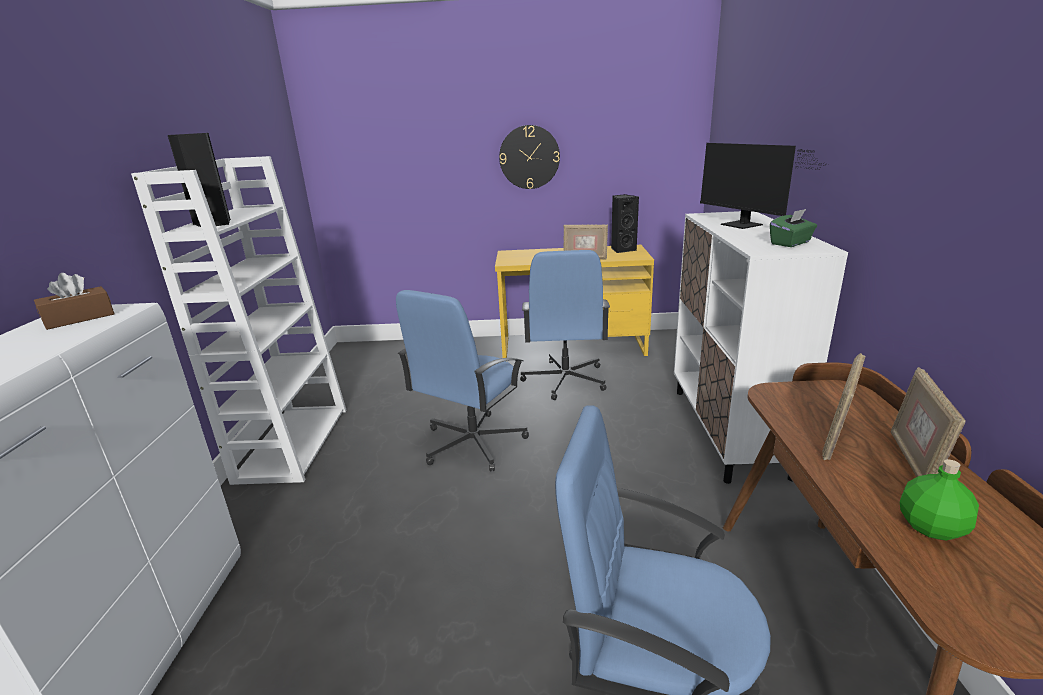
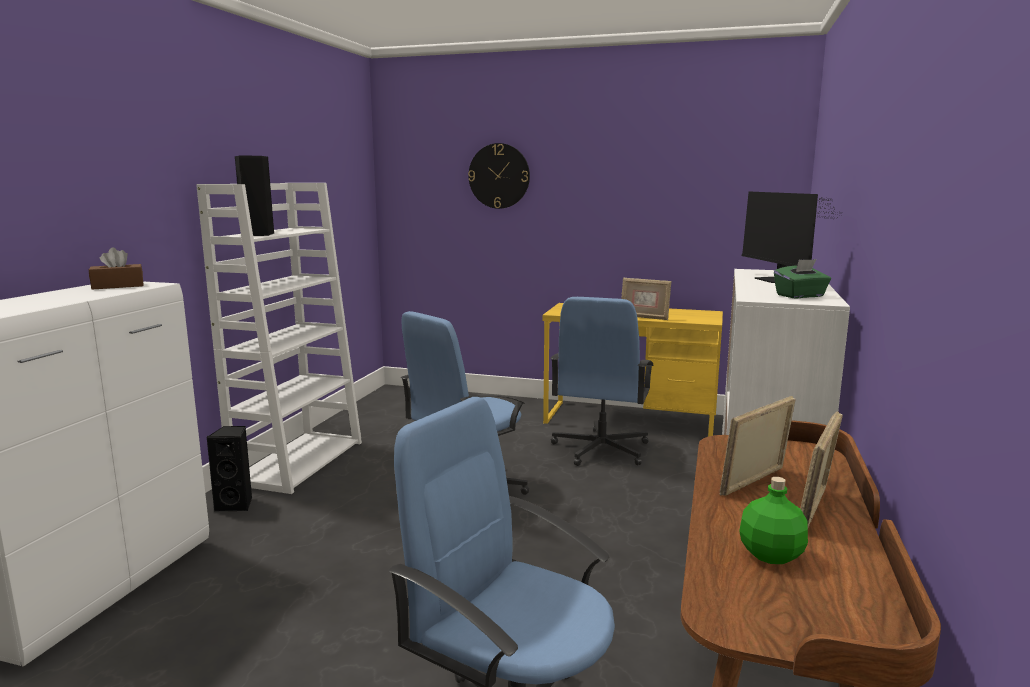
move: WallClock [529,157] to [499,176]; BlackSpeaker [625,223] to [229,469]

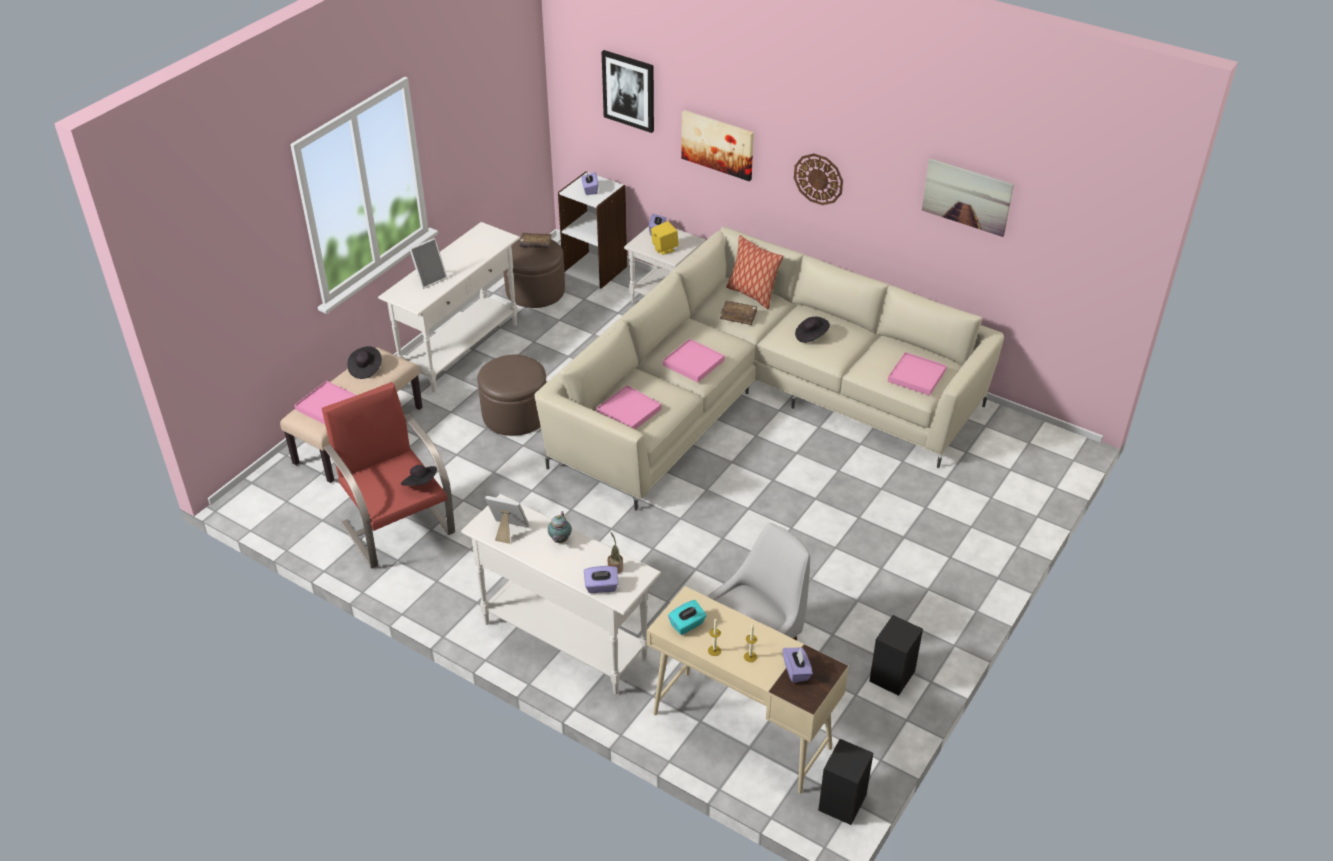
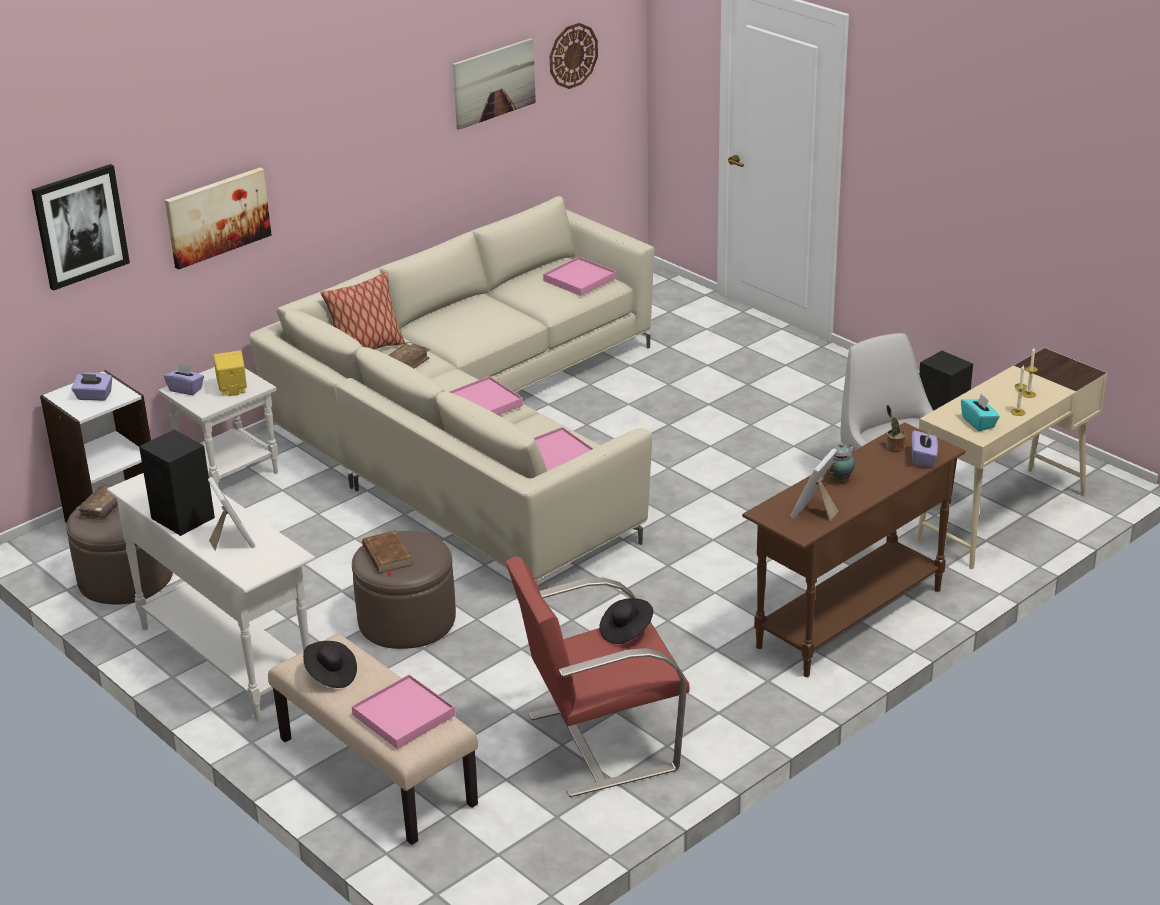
delete: PurpleTissueBox [798,665]; BlackHat [812,330]
insert: BrownBook [387,554]
move: WallClock [818,179] to [574,56]; BlackSpeaker [845,782] to [177,483]
recolor: WhiteConsoleTable [561,594] to BrownConsoleTable [854,549]
rotate: Teapot [560,527] = [841,462] 75 degrees counterclockwise

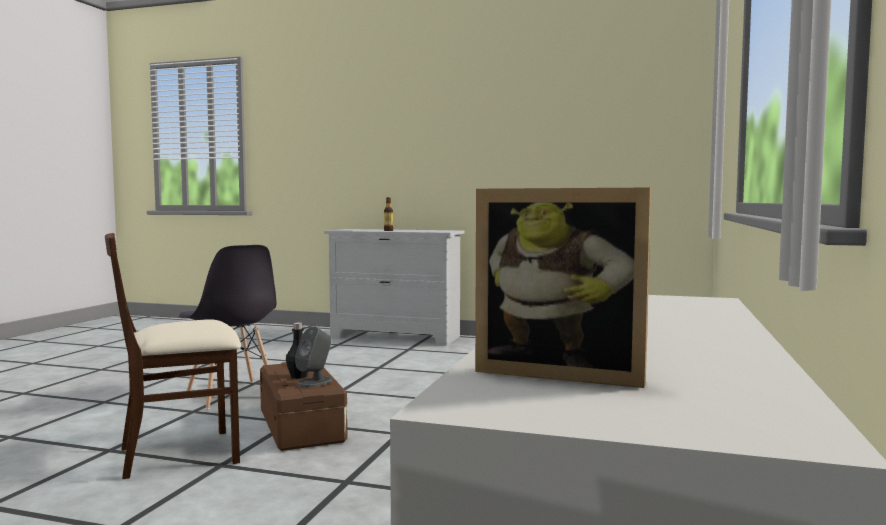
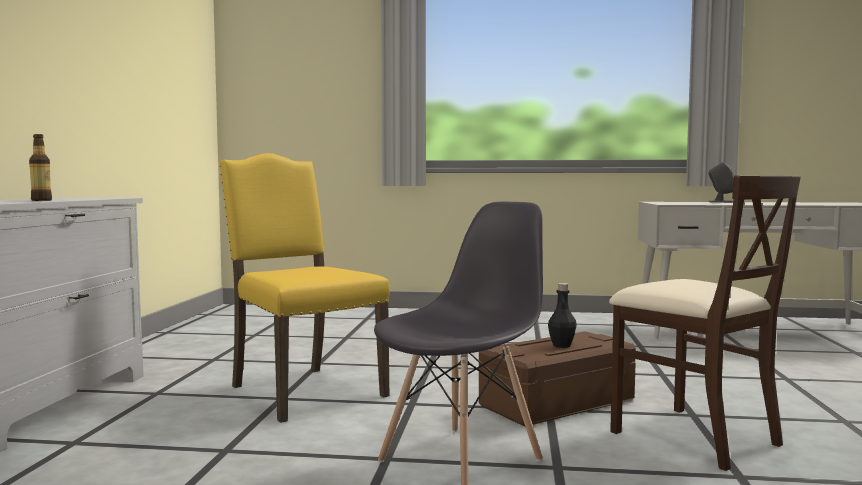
delete: PictureFrame [563,288]
insert: YellowChair [305,288]
move: GreySpeaker [314,356] to [721,182]

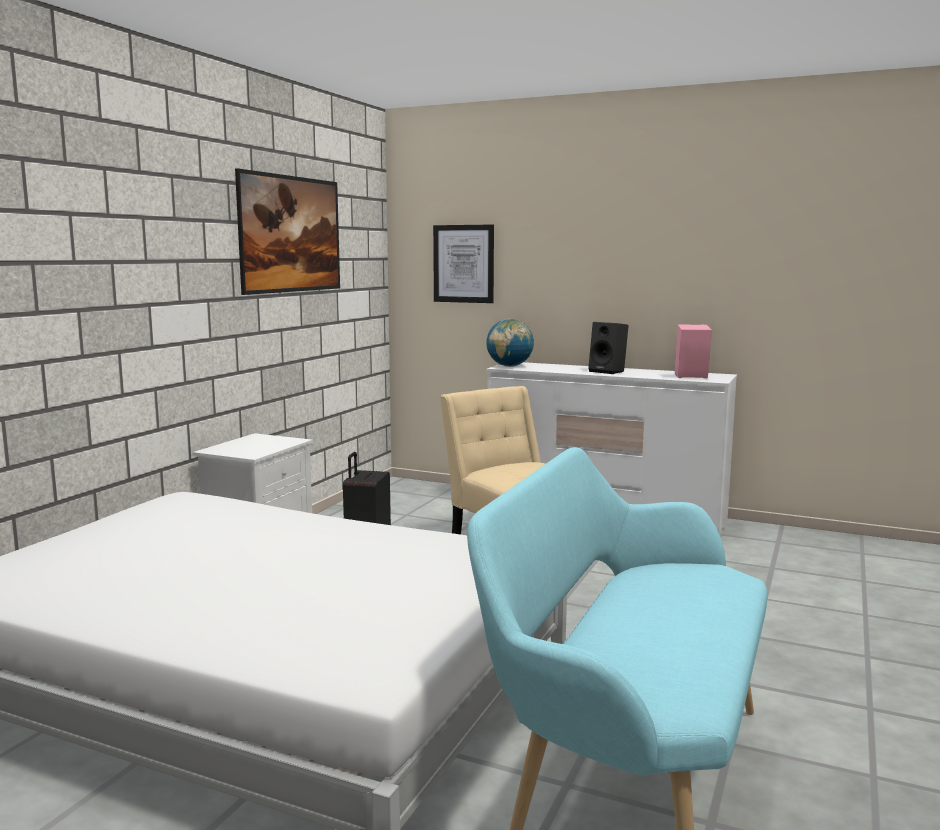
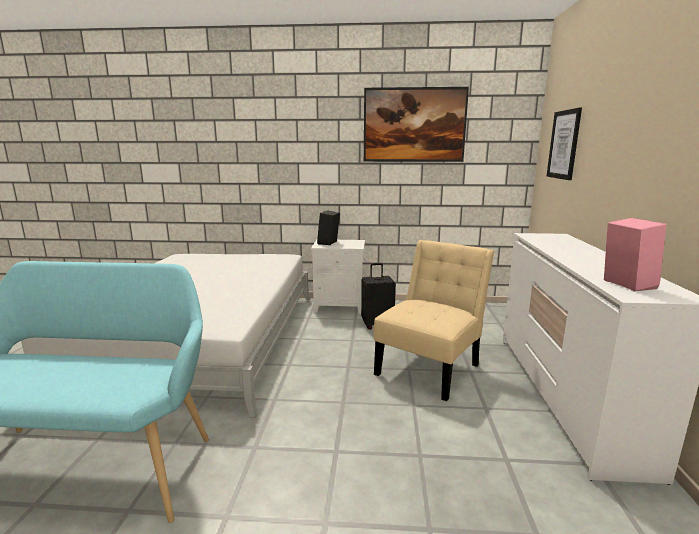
delete: Globe [510,343]
move: BlackSpeaker [608,348] to [328,227]

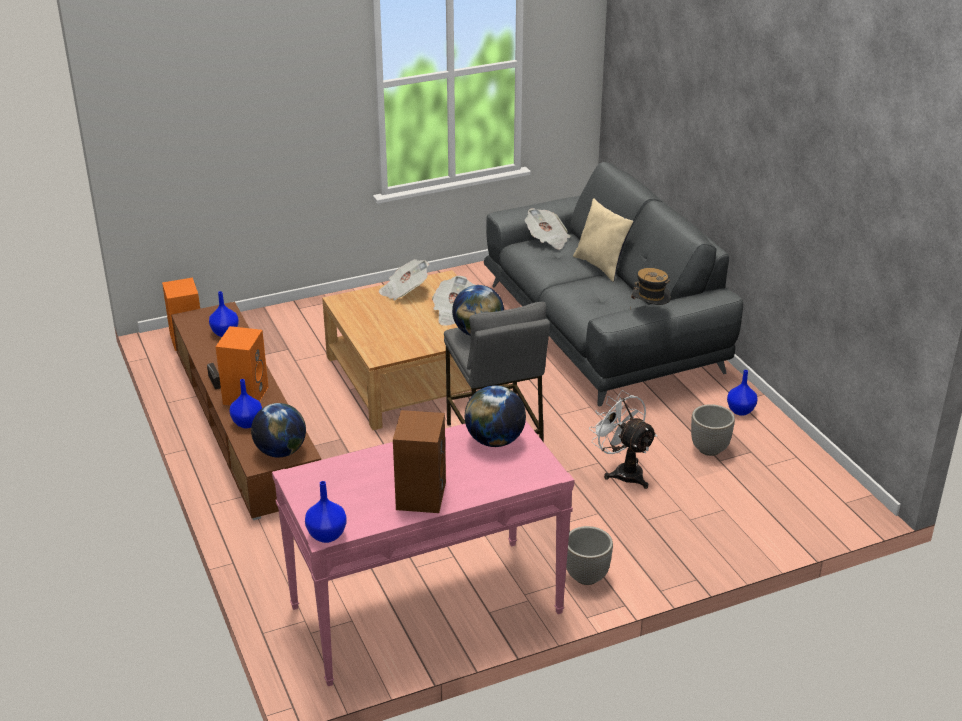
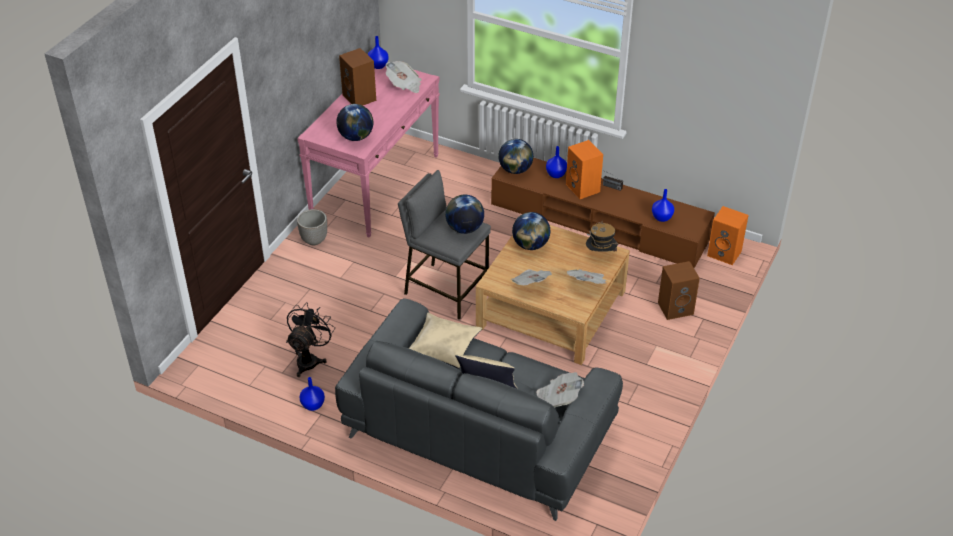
delete: WhiteFan [623,439]
insert: Newspaper [404,77]; BeigePillow [445,340]; Globe [531,231]; BrownSpeaker [679,290]
move: Hat [650,289] to [602,236]
replace: Planter [713,430] to BlackFan [310,339]

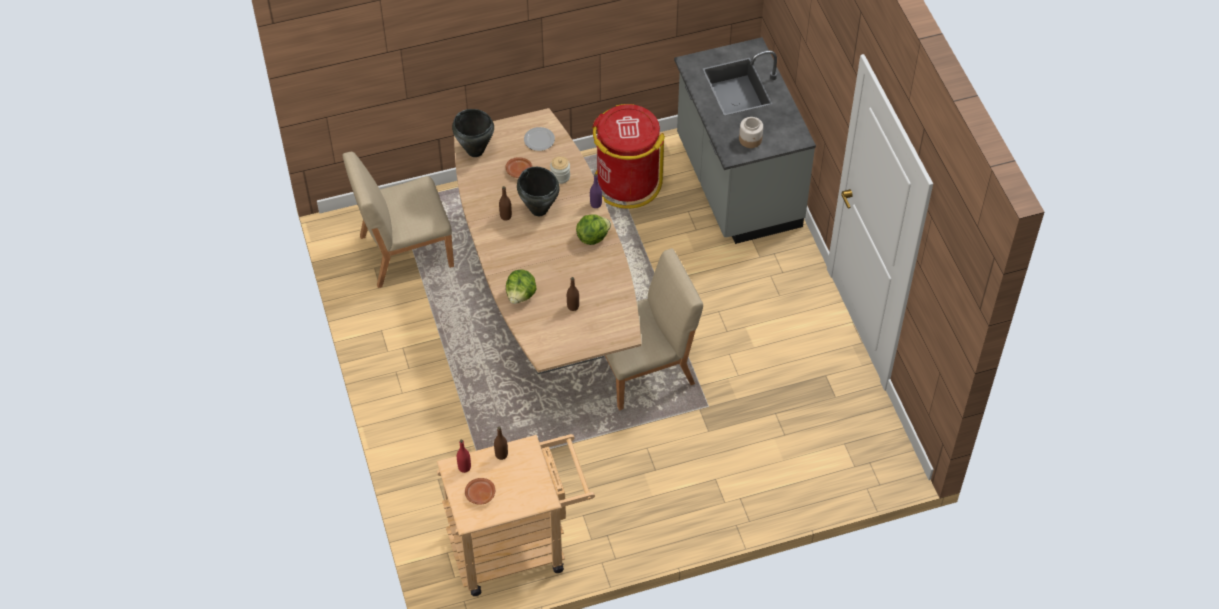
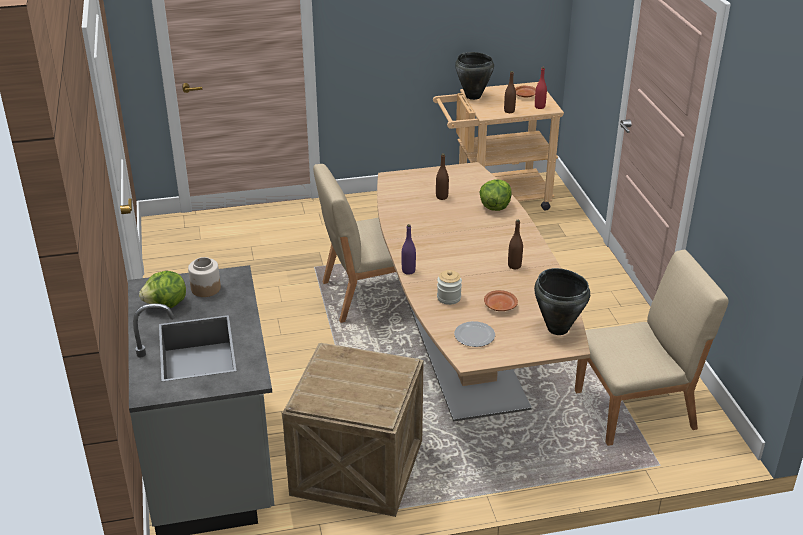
move: BlackCookingPot [538,191] to [474,76]; Lettuce [593,229] to [162,289]
replace: RedTrashCan [628,156] to Crate [353,430]

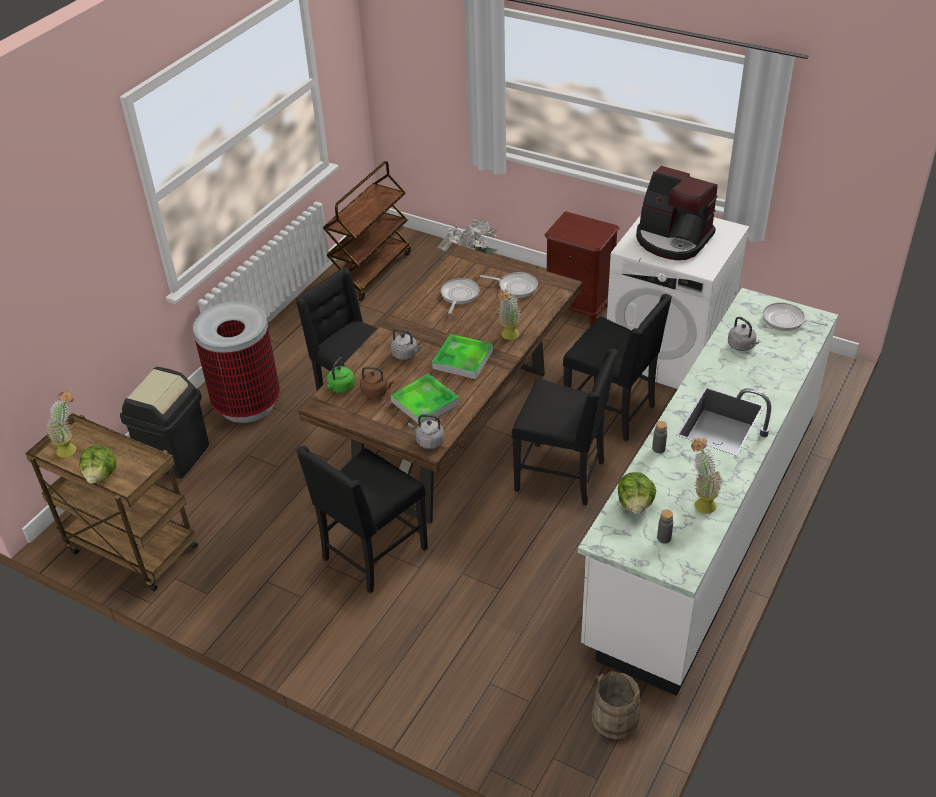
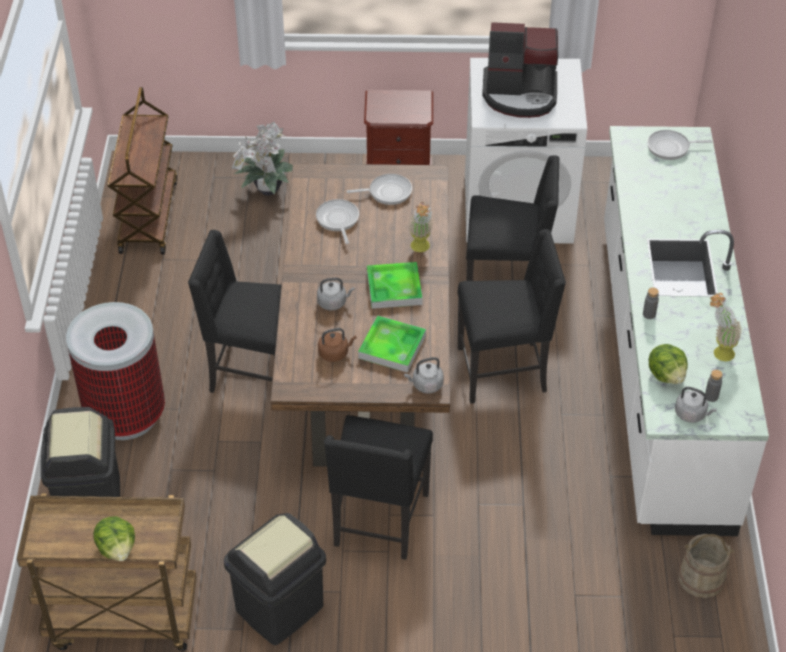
delete: PottedPlant [61,424]; GreenKettle [340,375]
insert: BlackTrashCan [275,579]
move: GreyKettle [743,334] to [696,405]

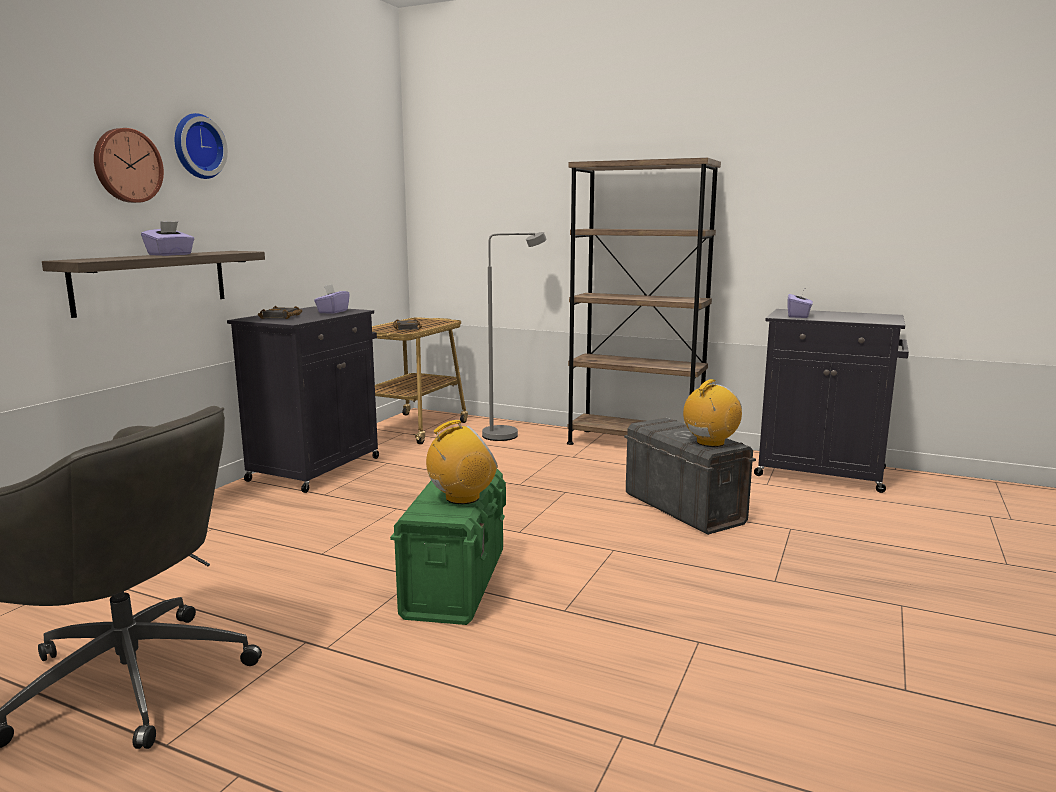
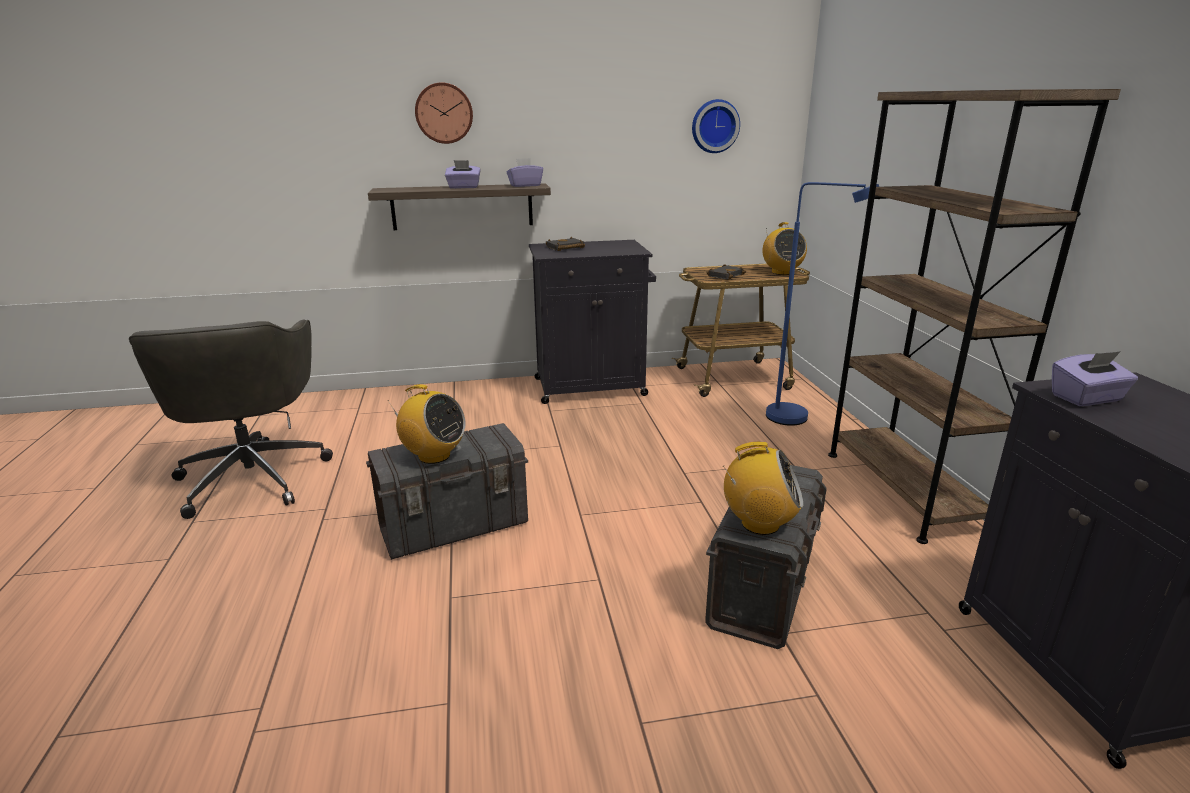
insert: Radio [784,248]
move: WallClock [201,146] to [716,126]; PurpleTissueBox [332,299] to [525,172]
recolor: GreenStorageBox [448,547] to GreyStorageBox [447,491]; GreyFloorLamp [514,336] to BlueFloorLamp [822,304]

